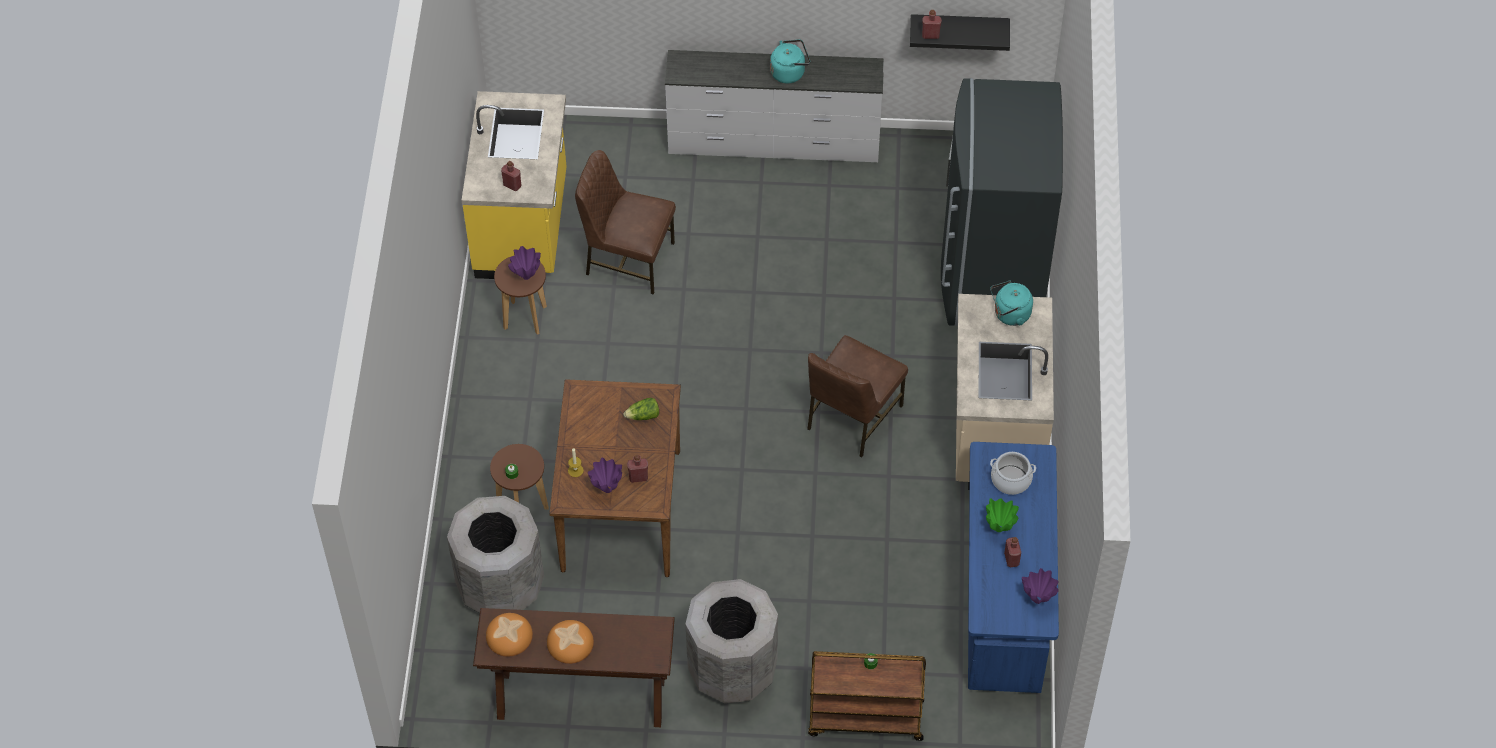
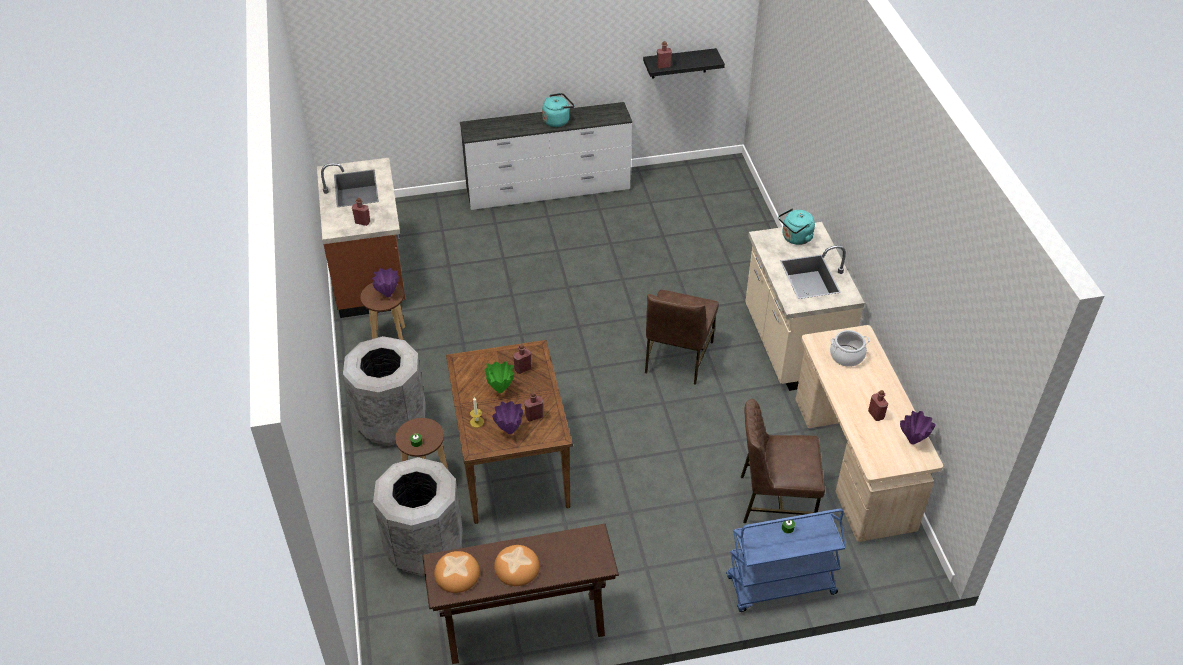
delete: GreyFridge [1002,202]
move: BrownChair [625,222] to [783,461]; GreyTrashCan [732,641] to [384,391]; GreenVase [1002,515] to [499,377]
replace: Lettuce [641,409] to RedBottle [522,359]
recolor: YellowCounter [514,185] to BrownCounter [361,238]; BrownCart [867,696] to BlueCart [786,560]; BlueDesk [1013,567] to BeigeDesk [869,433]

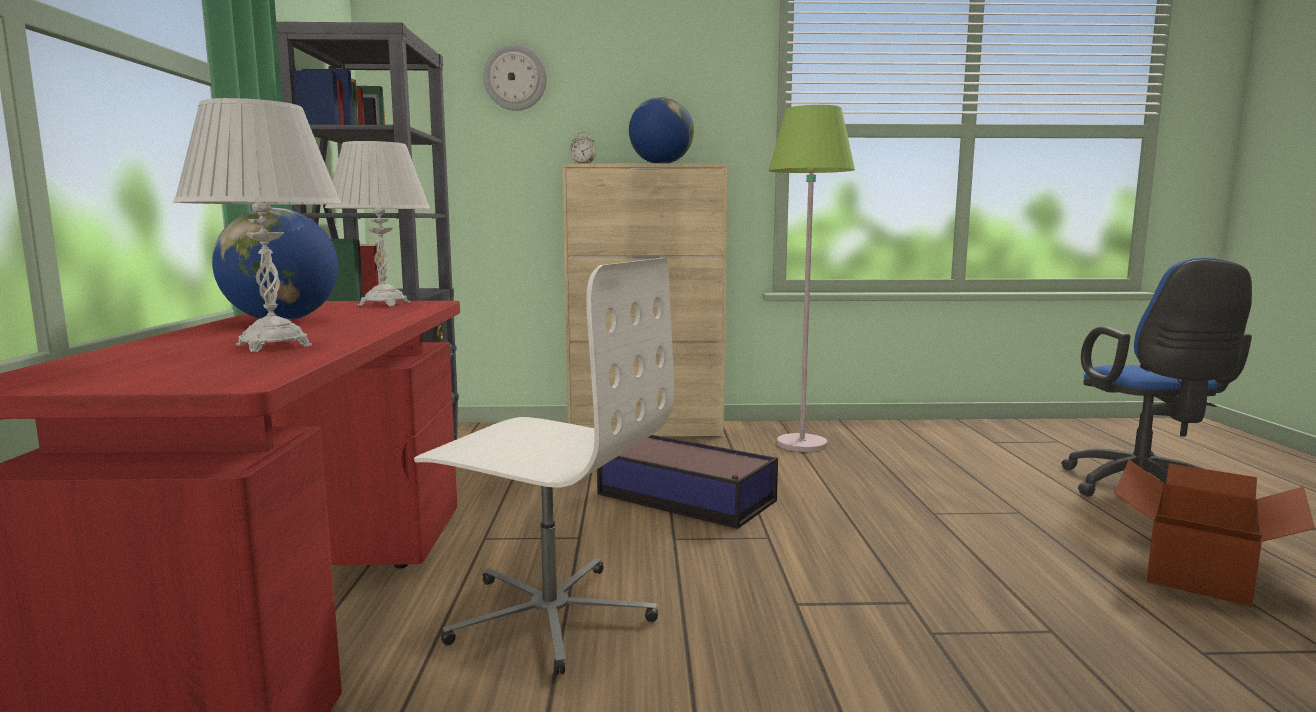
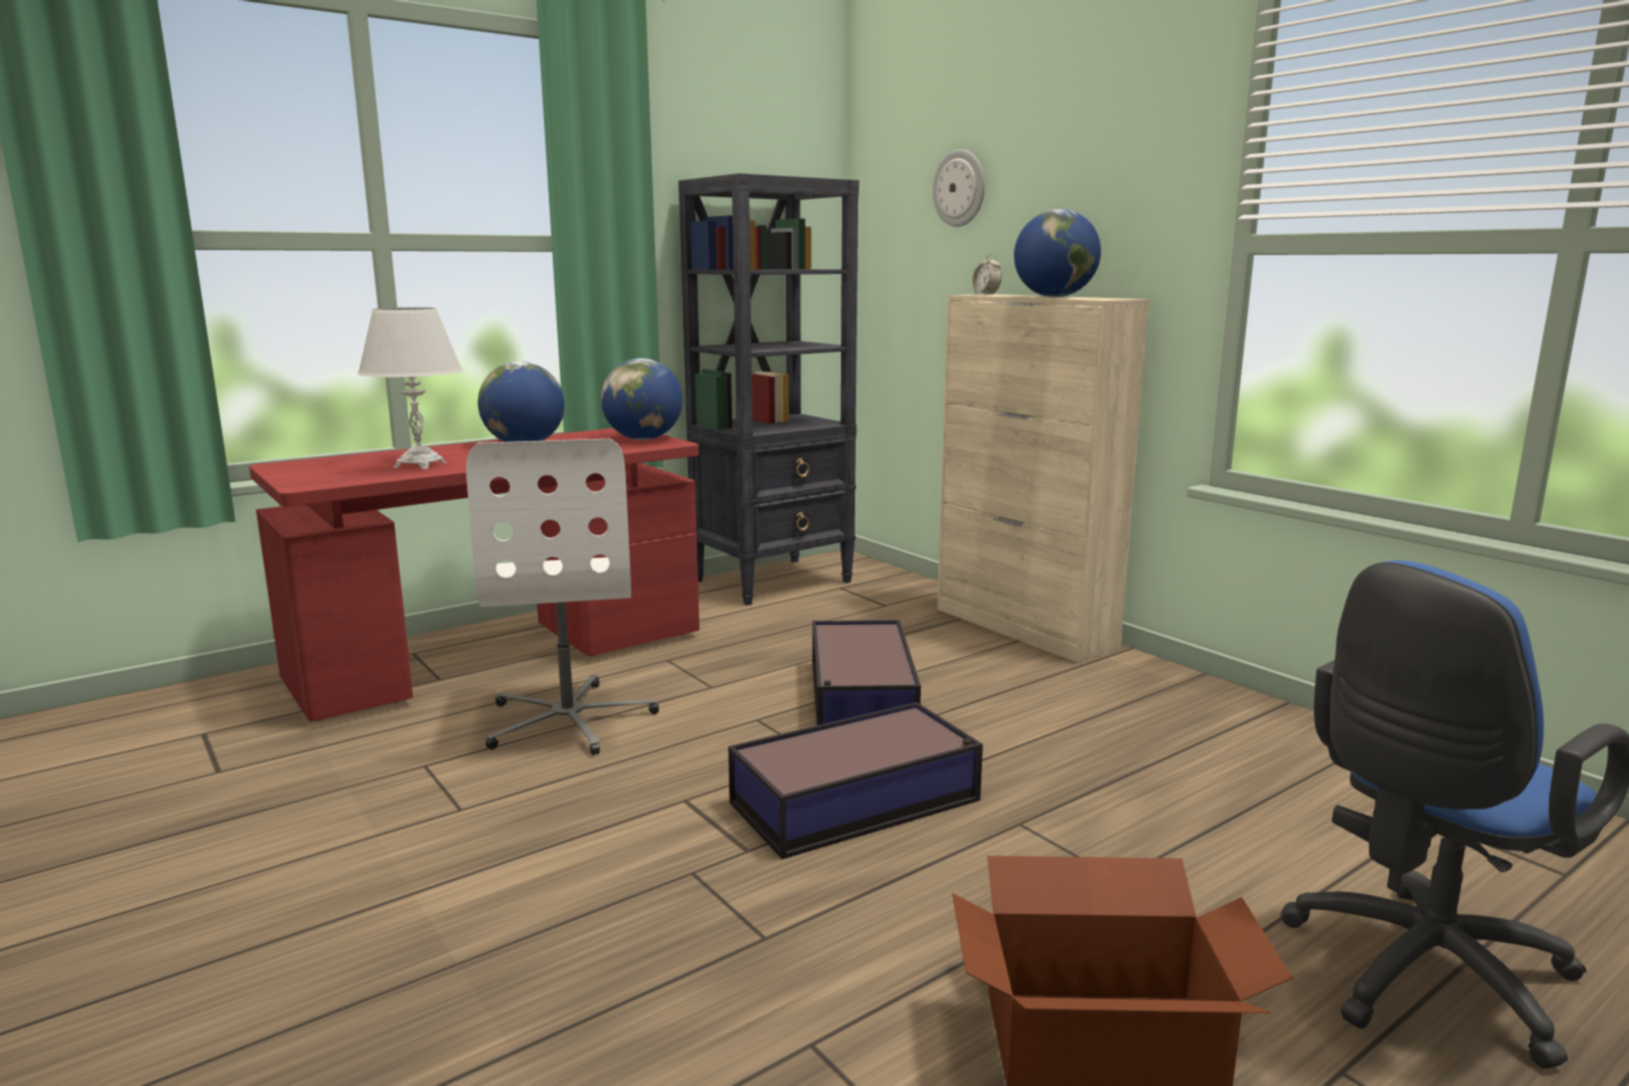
delete: GreenFloorLamp [812,278]
insert: StorageBox [855,780]
replace: WhiteTableLamp [377,223] to Globe [642,399]

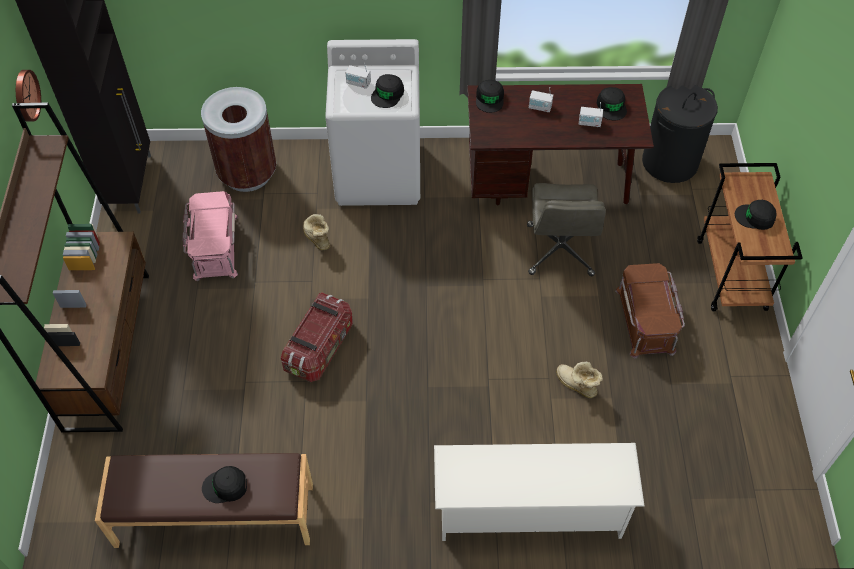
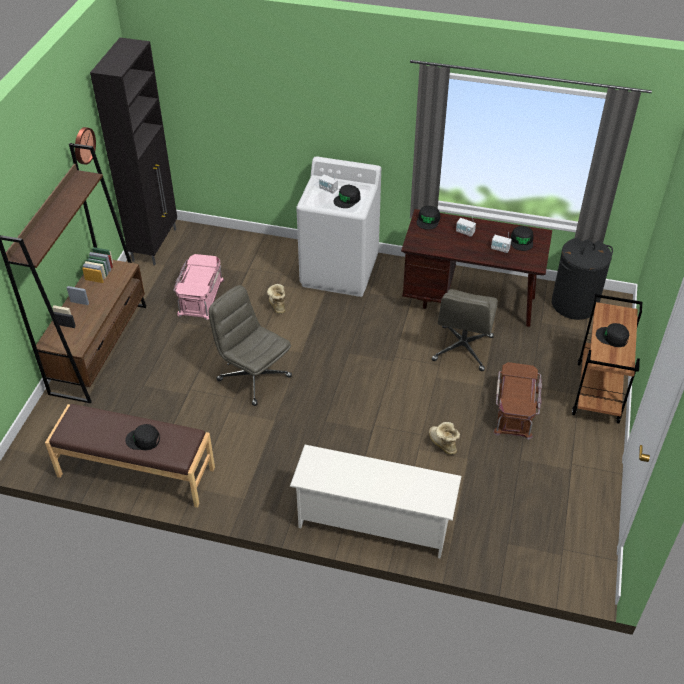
delete: BrownTrashCan [238,139]
replace: StorageBox [317,337] to GreyOfficeChair [250,345]

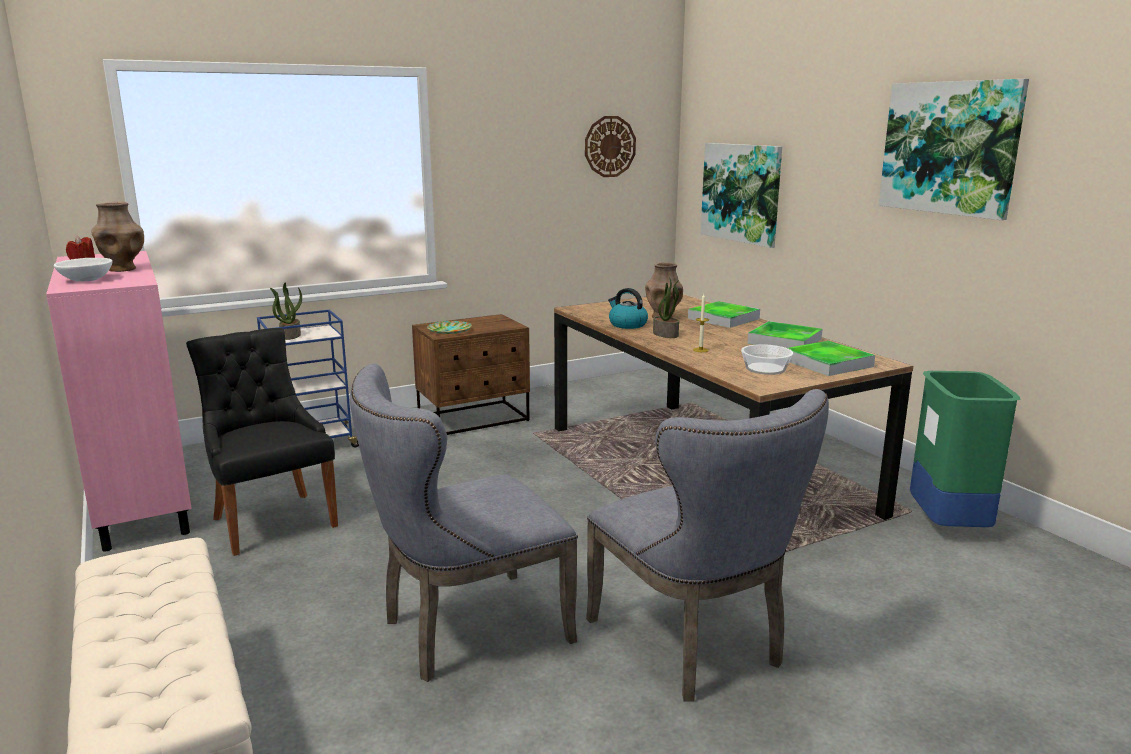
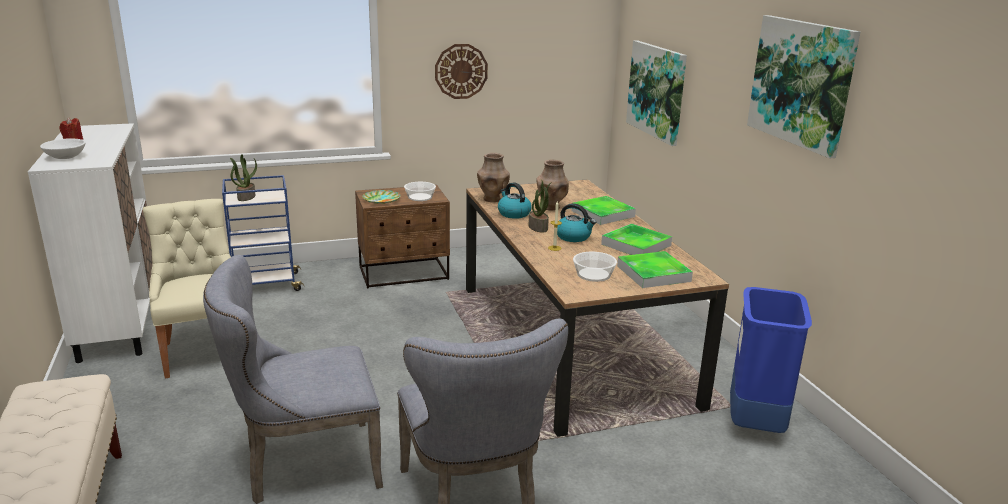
insert: Bowl [420,191]; Kettle [576,222]
move: BrownVase [117,237] to [493,177]; WallClock [610,146] to [461,71]
recolor: PinkCabinet [119,401] to WhiteCabinet [90,243]; BlackChair [262,442] to BeigeChair [187,289]; GreenTrashCan [965,449] to BlueTrashCan [771,360]

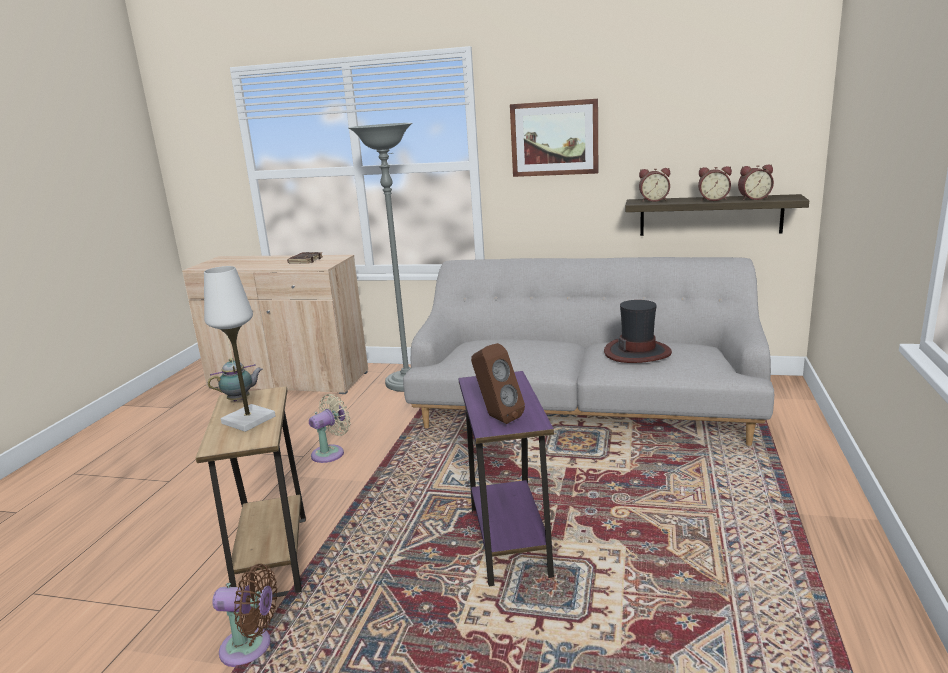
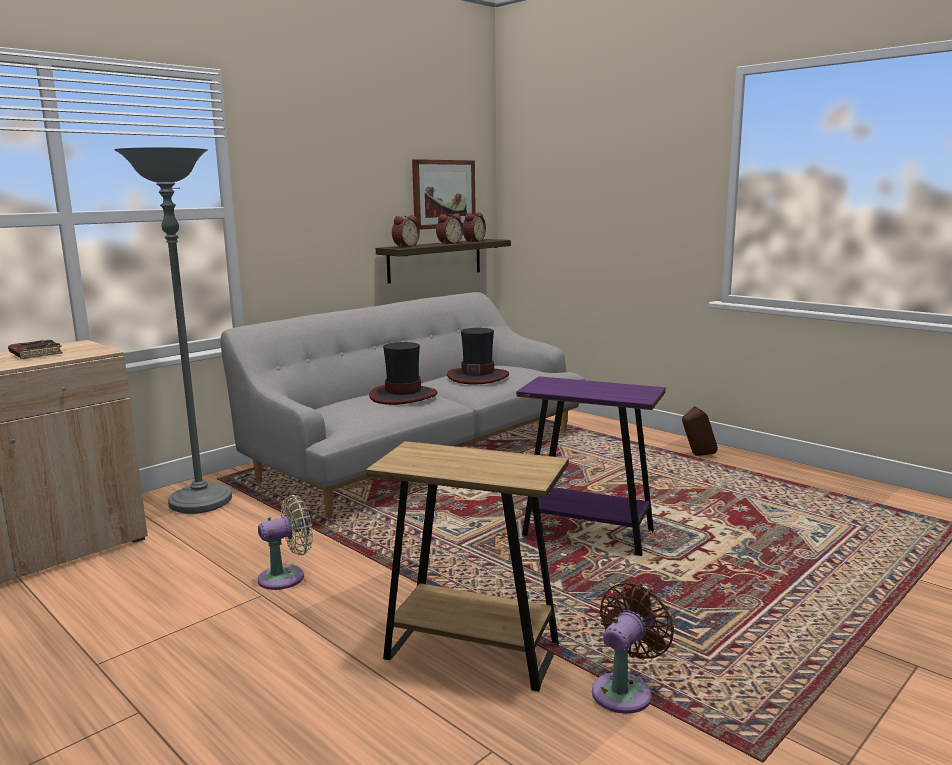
delete: WhiteTableLamp [240,349]; Teapot [235,379]
insert: Hat [403,373]
move: BrownSpeaker [498,383] to [700,431]; Picture [554,138] to [444,194]
rotate: BeigeFan [330,428] = [285,542] 75 degrees clockwise

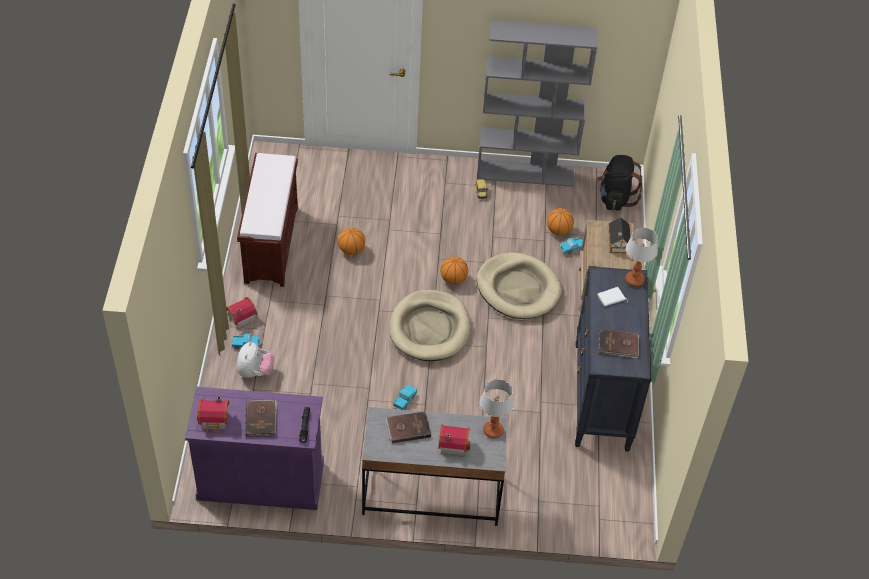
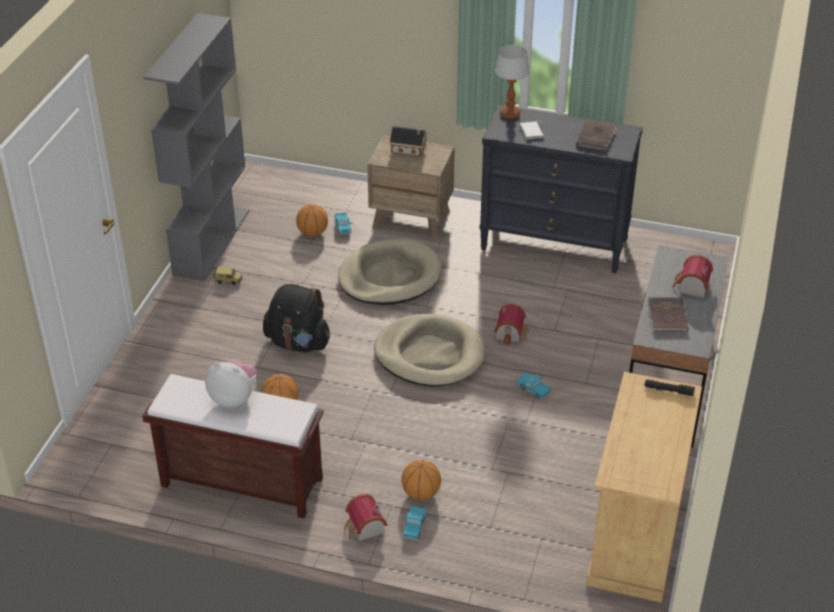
delete: BrownBook [261,418]; TableLamp [497,409]
move: ToyHouse [213,416] to [511,324]; PlushToy [255,360] to [231,383]; Basketball [454,271] to [421,480]; BlackBackpack [620,183] to [296,318]
recolor: PurpleCabinet [254,448] to BeigeCabinet [644,487]

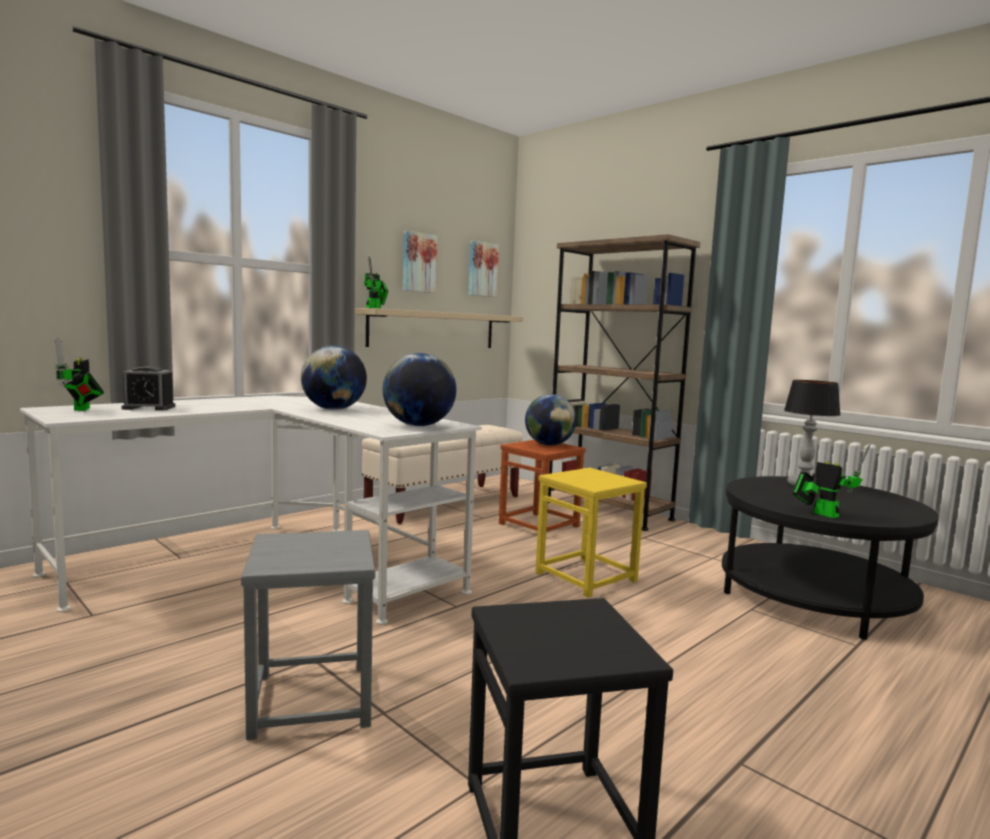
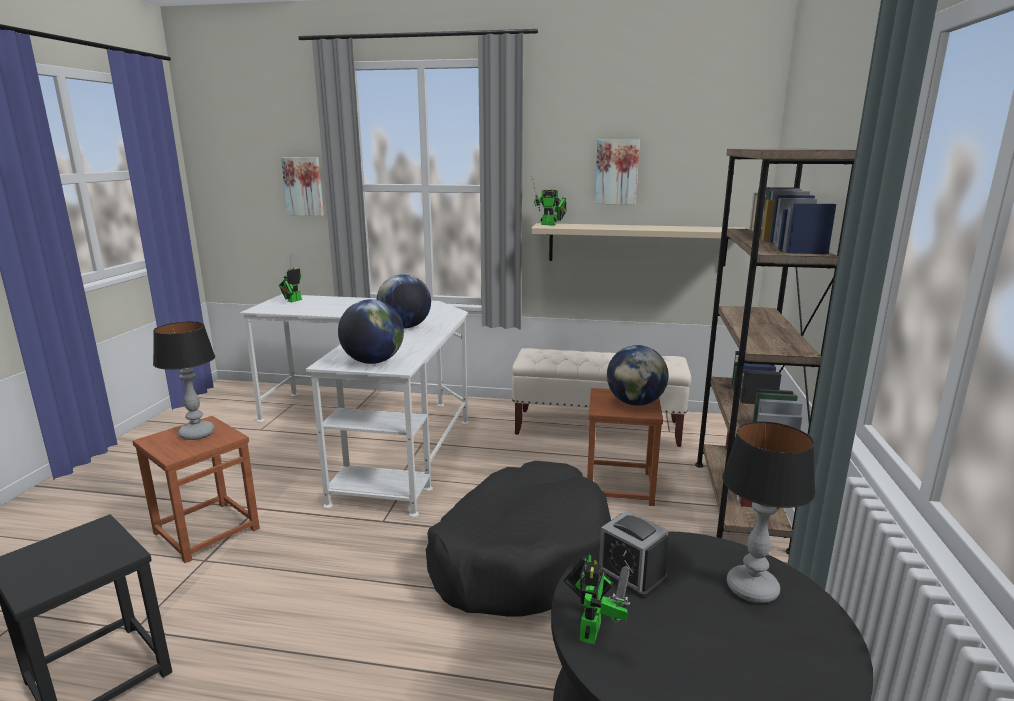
insert: TableLamp [184,380]
move: AlarmClock [148,388] to [633,555]; Picture [484,269] to [302,186]
replace: YellowStool [591,533] to BlackDogBed [518,539]
recolor: GreyStool [308,635] to BrownStool [196,489]

